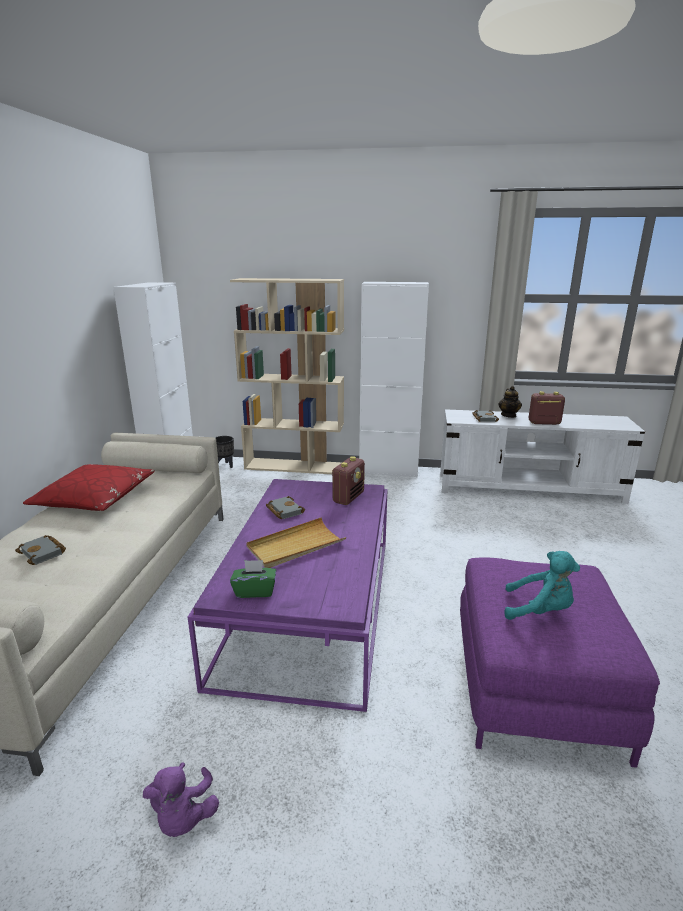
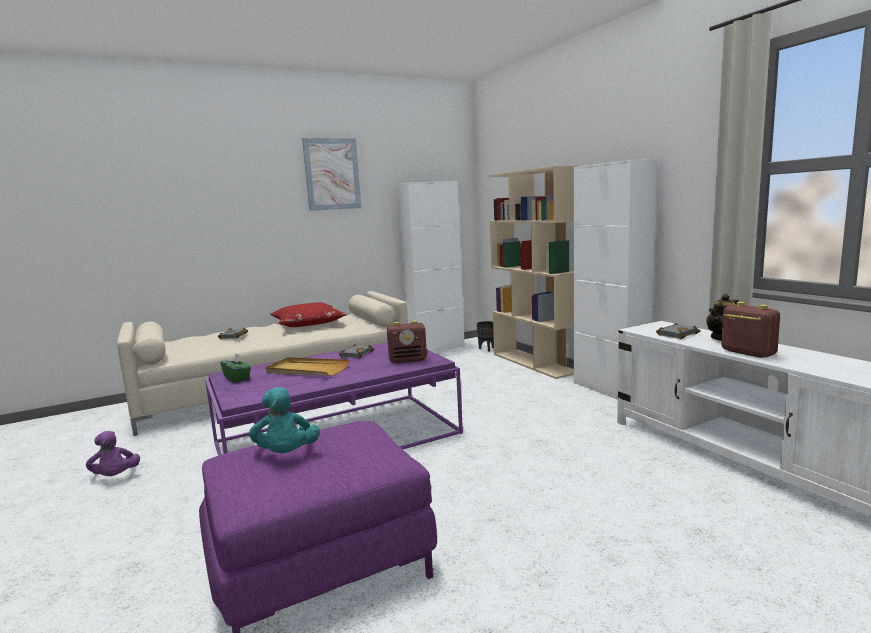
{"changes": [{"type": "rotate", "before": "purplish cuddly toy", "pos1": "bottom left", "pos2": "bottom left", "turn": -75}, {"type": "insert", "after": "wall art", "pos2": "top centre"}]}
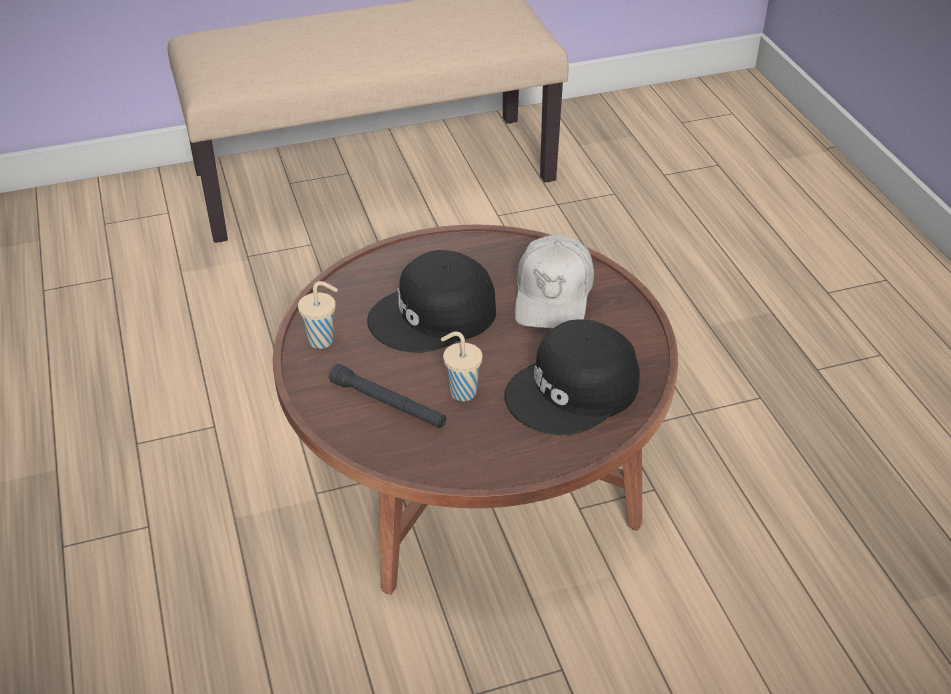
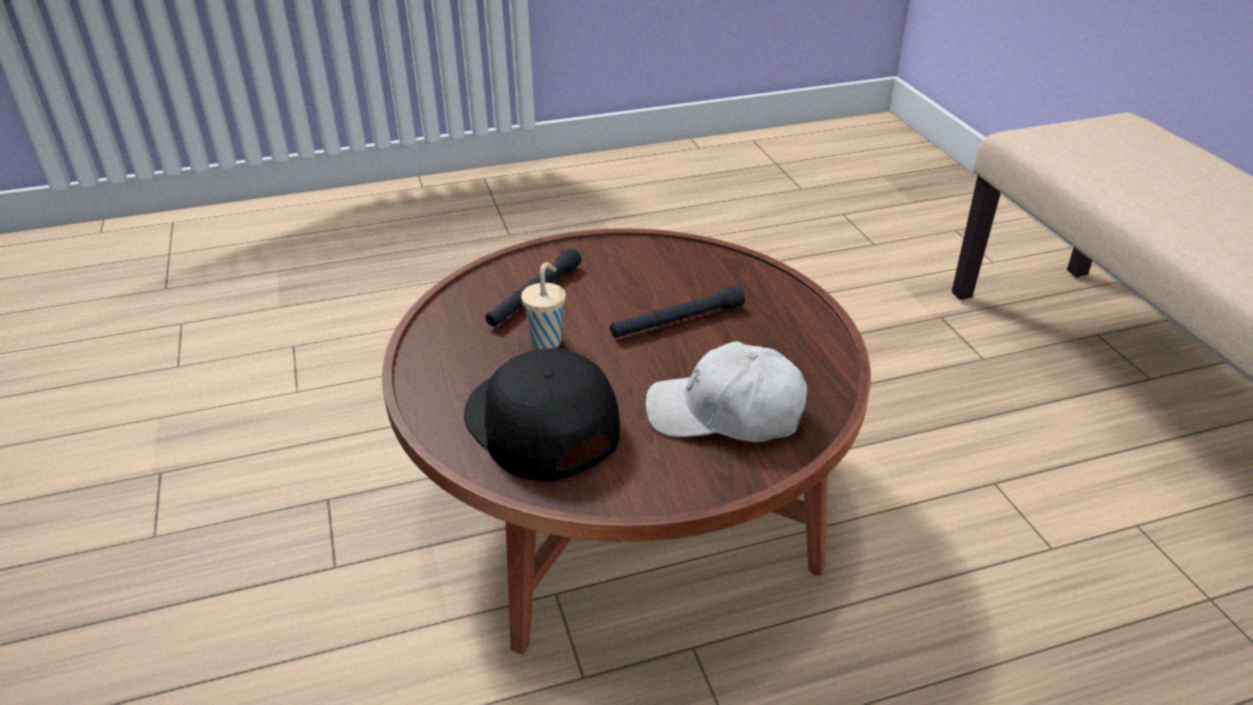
{"changes": [{"type": "replace", "before": "blackish cap (1st from left)", "after": "blackish torch (2nd from left)", "pos1": "centre", "pos2": "centre"}, {"type": "delete", "before": "beige drinking cup (1st from left)", "pos1": "centre"}]}
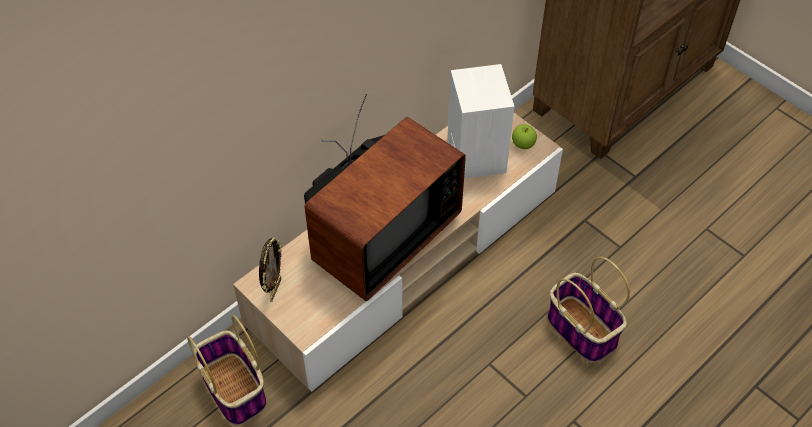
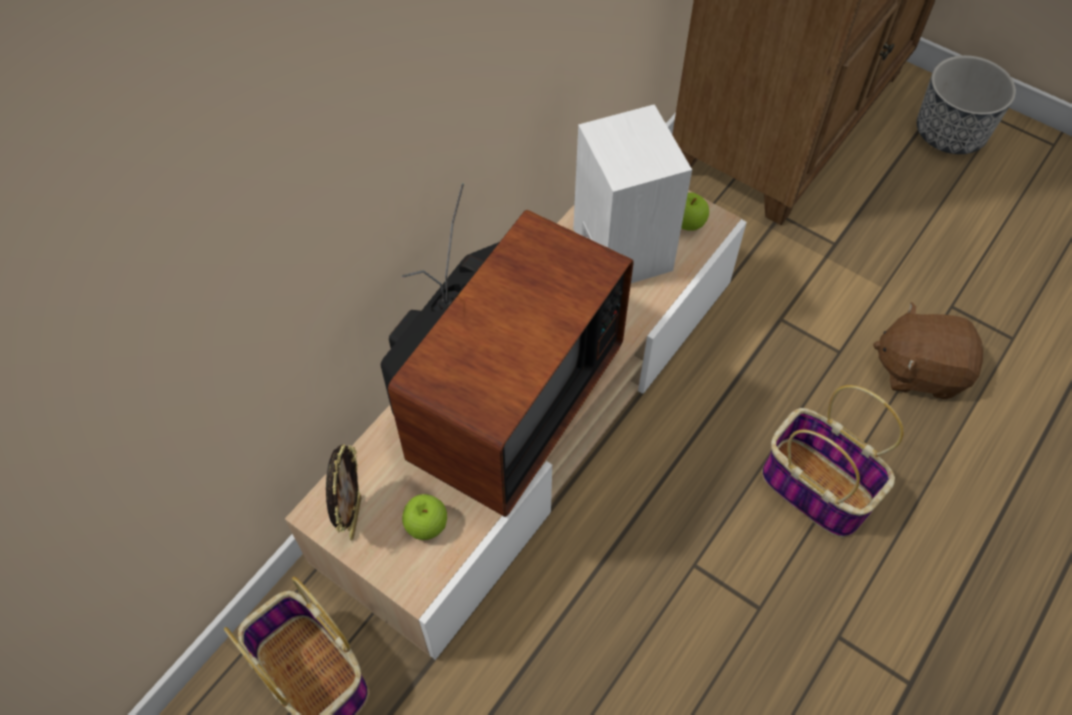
{"changes": [{"type": "insert", "after": "planter", "pos2": "top right"}, {"type": "insert", "after": "brown-coloured cuddly toy", "pos2": "middle right"}, {"type": "insert", "after": "whole apple (1st from left)", "pos2": "bottom centre"}]}
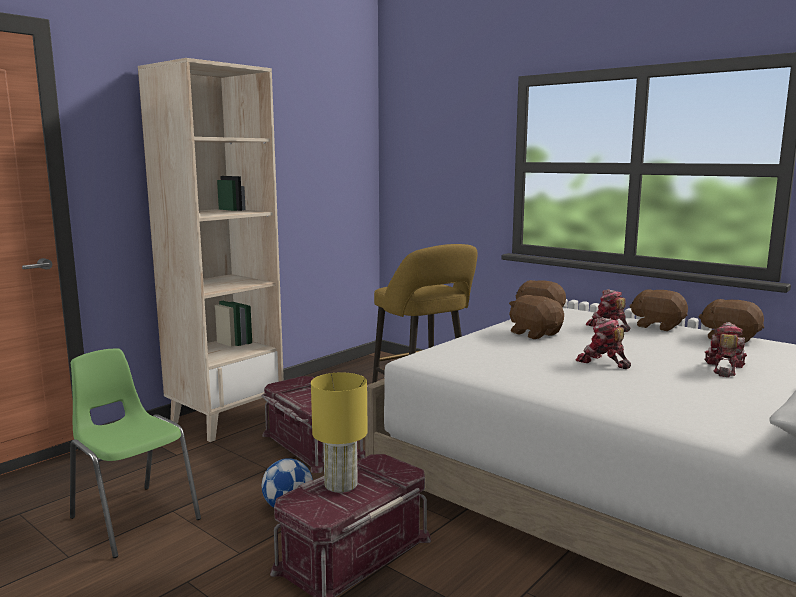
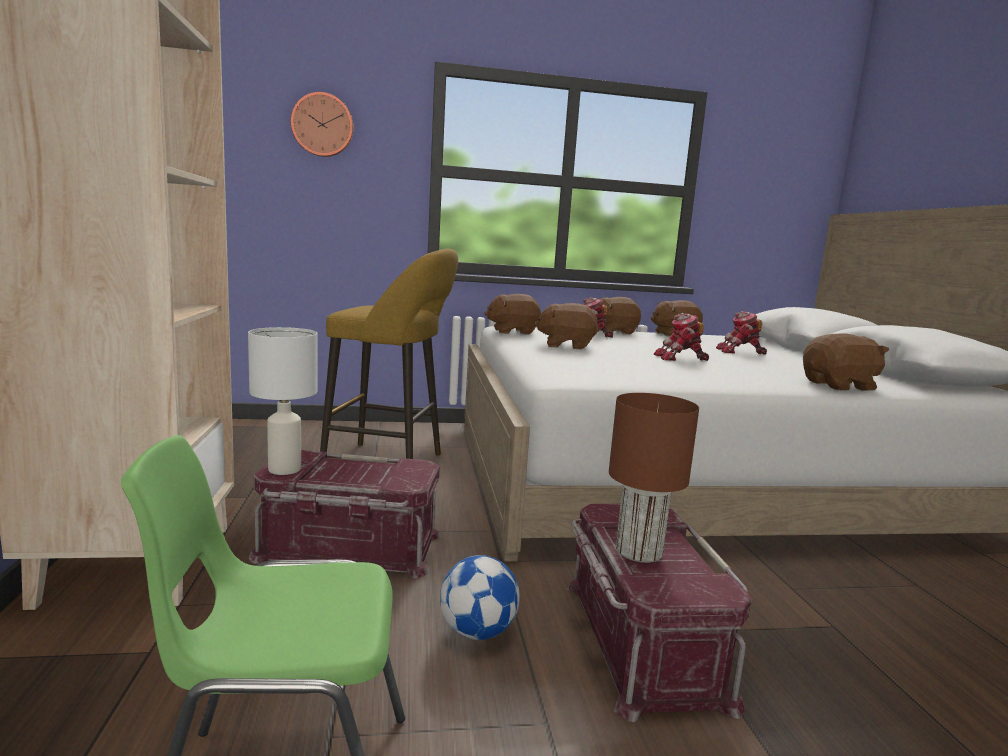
{"changes": [{"type": "rotate", "before": "robot figure (3rd from left)", "pos1": "middle right", "pos2": "middle right", "turn": -60}, {"type": "recolor", "before": "yellow-coloured tabletop lamp", "after": "brown-coloured tabletop lamp", "pos1": "bottom centre", "pos2": "centre"}, {"type": "insert", "after": "wall clock", "pos2": "top left"}, {"type": "insert", "after": "white tabletop lamp", "pos2": "middle left"}, {"type": "insert", "after": "brown-coloured cuddly toy (5th from left)", "pos2": "middle right"}]}
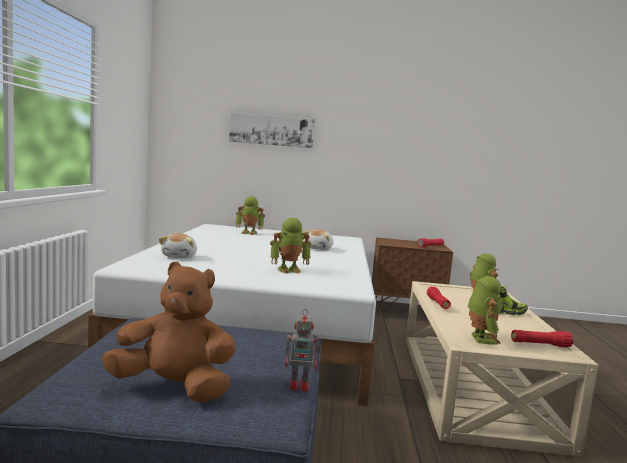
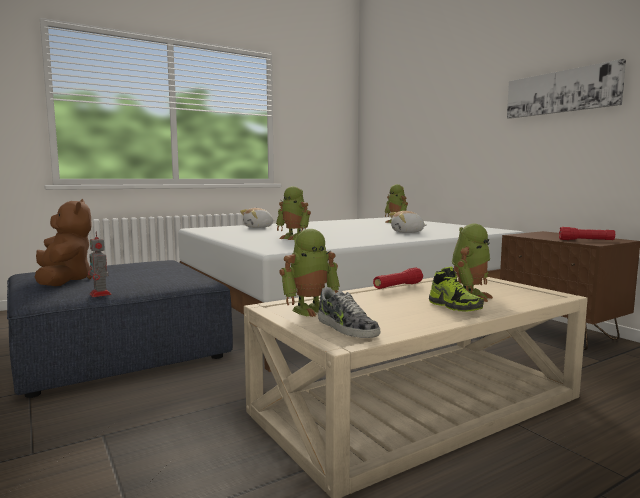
{"changes": [{"type": "move", "before": "wall art", "pos1": "top centre", "pos2": "top right"}, {"type": "replace", "before": "red-coloured torch (3rd from left)", "after": "shoe (1st from left)", "pos1": "bottom right", "pos2": "centre"}]}
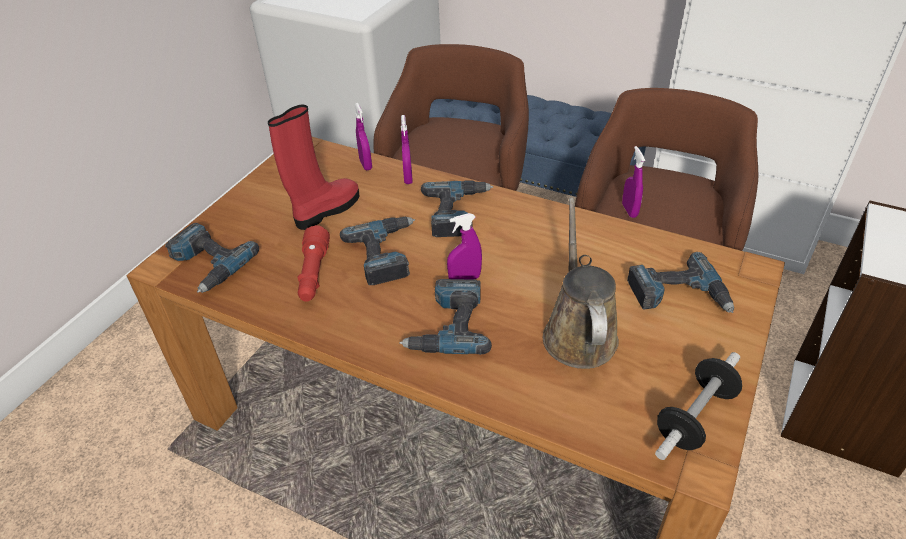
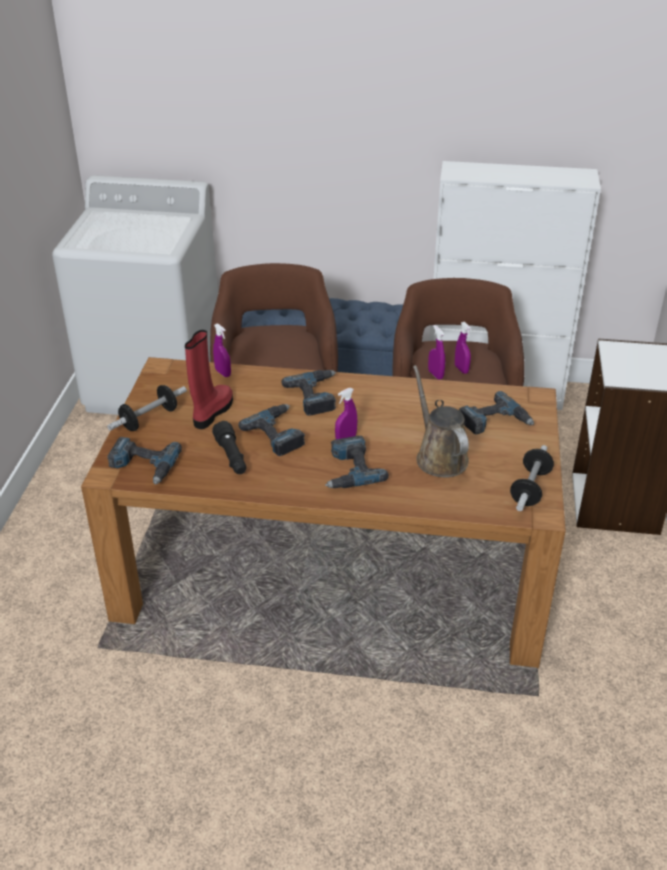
{"changes": [{"type": "move", "before": "purplish spray bottle (2nd from left in the first image)", "after": "purplish spray bottle (4th from left)", "pos1": "top centre", "pos2": "middle right"}, {"type": "recolor", "before": "red-coloured torch", "after": "blackish torch", "pos1": "centre", "pos2": "centre"}, {"type": "insert", "after": "free weight (1st from left)", "pos2": "middle left"}]}
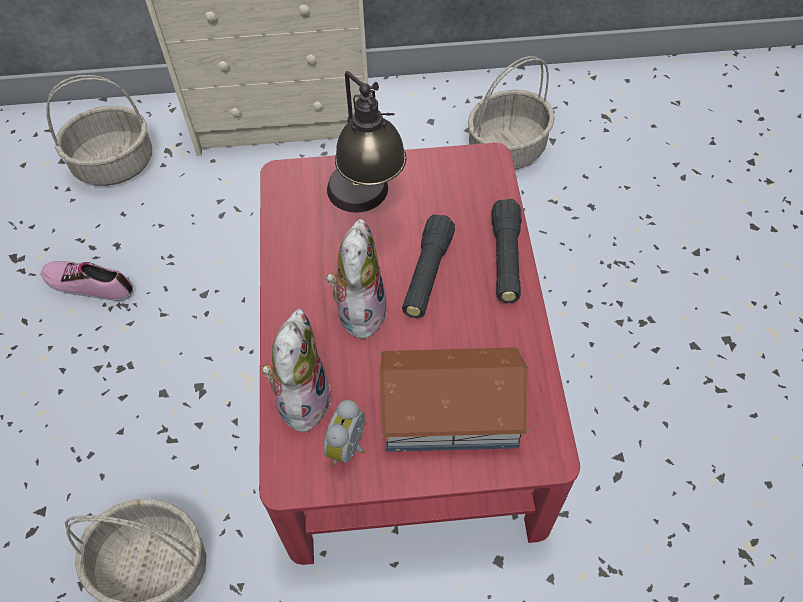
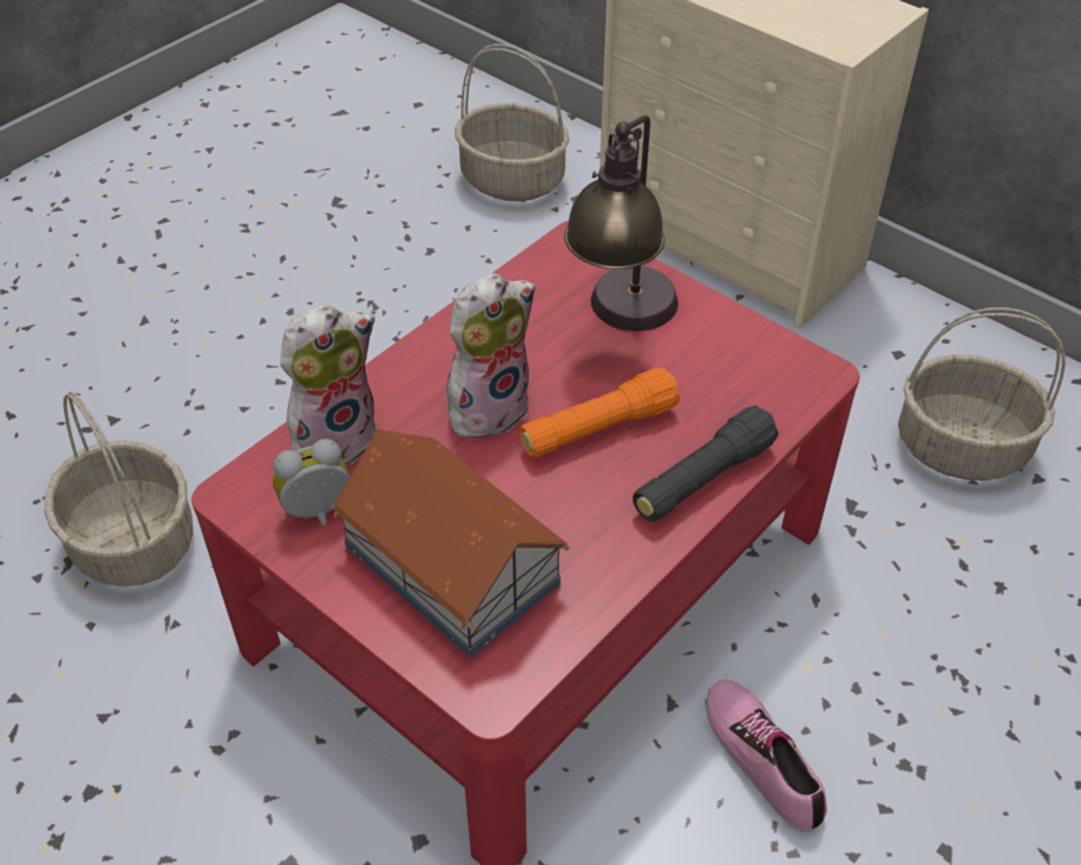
{"changes": [{"type": "recolor", "before": "blackish torch (1st from left)", "after": "orangey torch", "pos1": "centre", "pos2": "centre"}, {"type": "move", "before": "shoe", "pos1": "middle left", "pos2": "bottom right"}]}
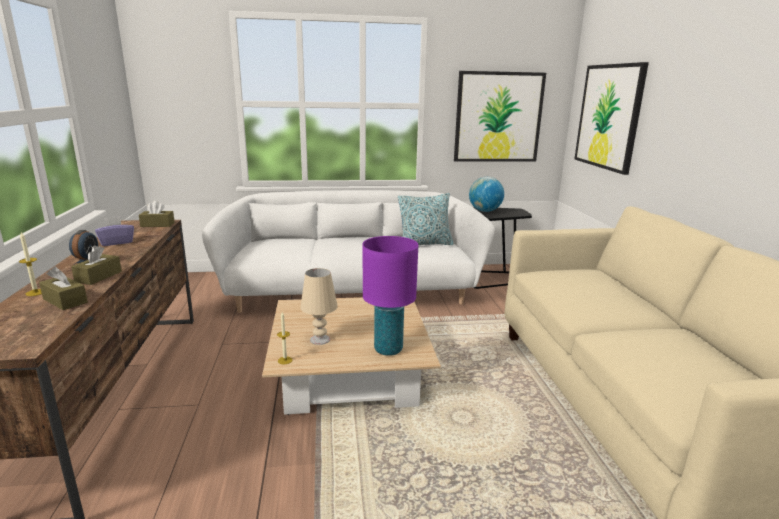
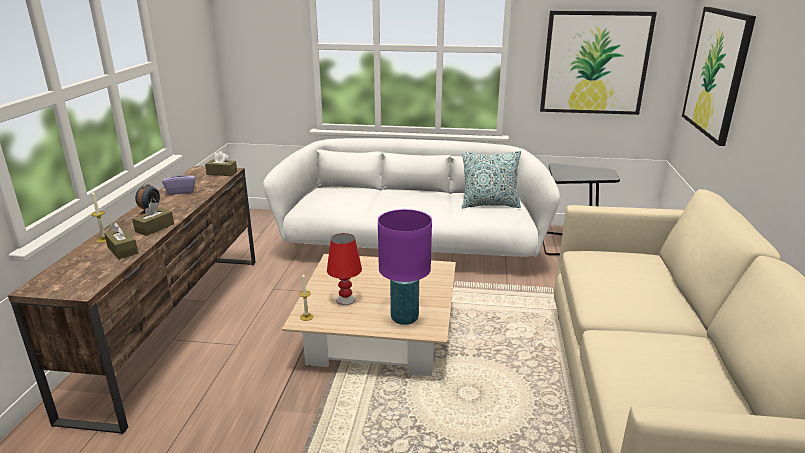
{"changes": [{"type": "delete", "before": "world globe", "pos1": "centre"}, {"type": "recolor", "before": "beige tabletop lamp", "after": "red-coloured tabletop lamp", "pos1": "centre", "pos2": "centre"}]}
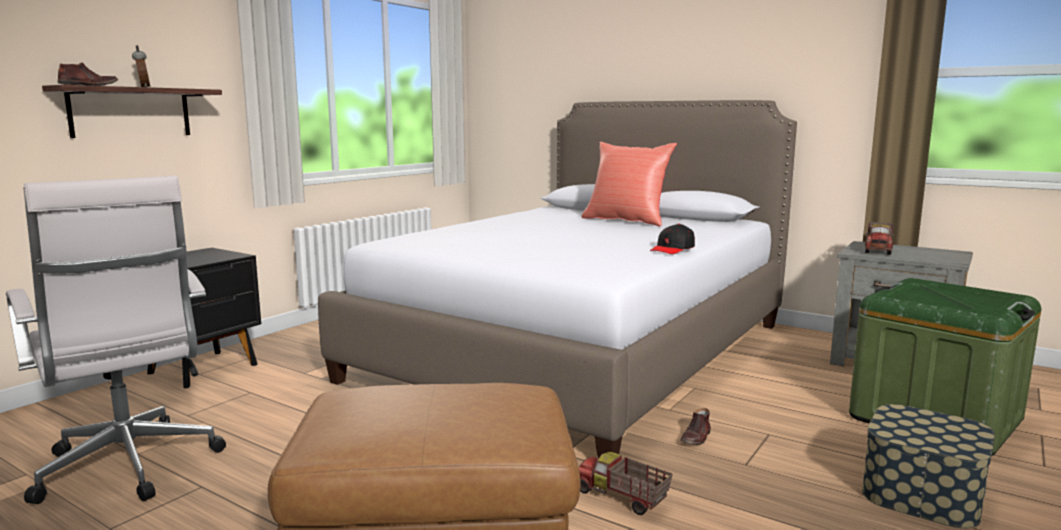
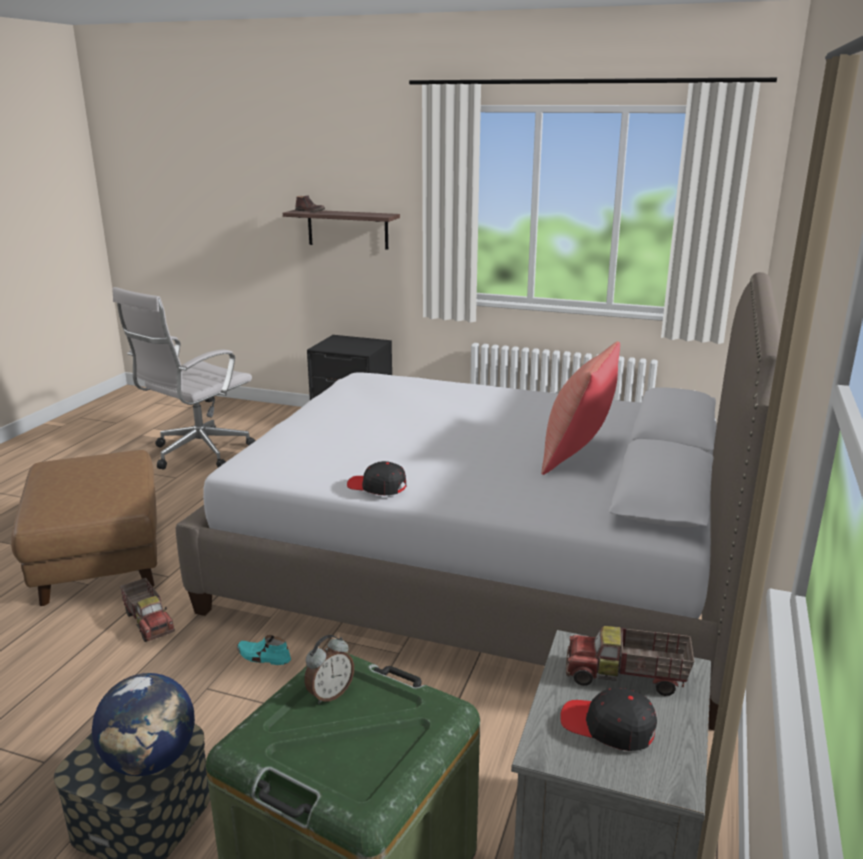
{"changes": [{"type": "move", "before": "alarm clock", "pos1": "top left", "pos2": "bottom centre"}, {"type": "recolor", "before": "brown-coloured shoe (2nd from left)", "after": "blue-green shoe", "pos1": "bottom centre", "pos2": "bottom left"}, {"type": "rotate", "before": "toy truck (1st from left)", "pos1": "bottom centre", "pos2": "bottom left", "turn": 120}, {"type": "insert", "after": "world globe", "pos2": "bottom left"}, {"type": "insert", "after": "blackish cap (2nd from left)", "pos2": "bottom right"}]}
